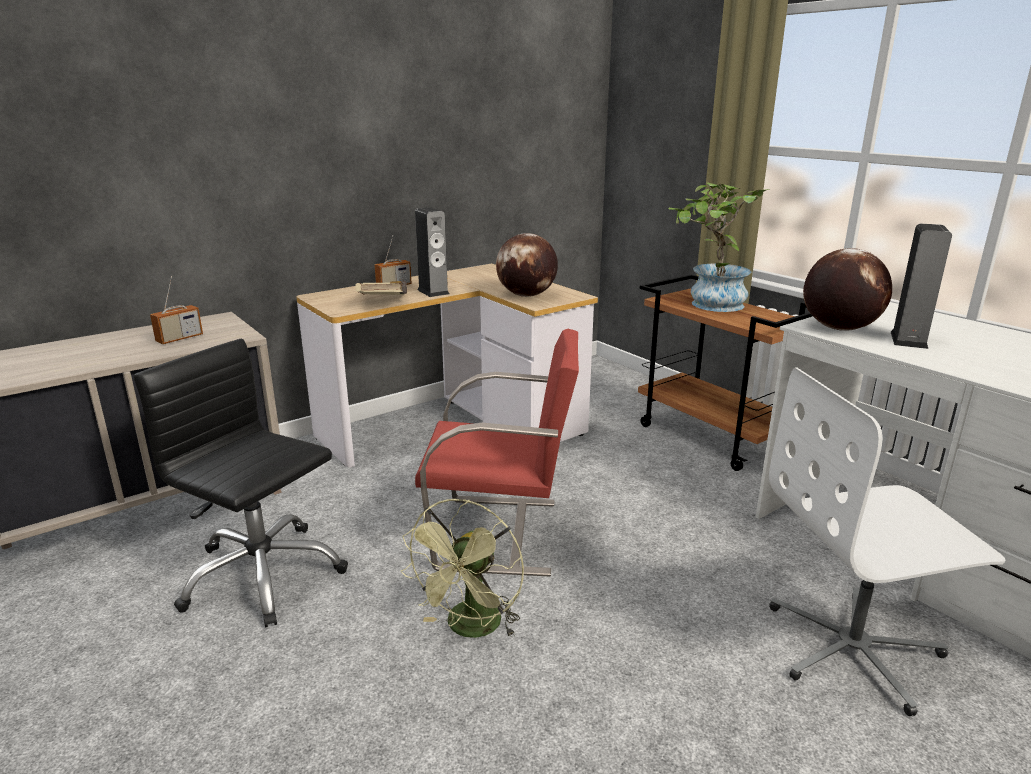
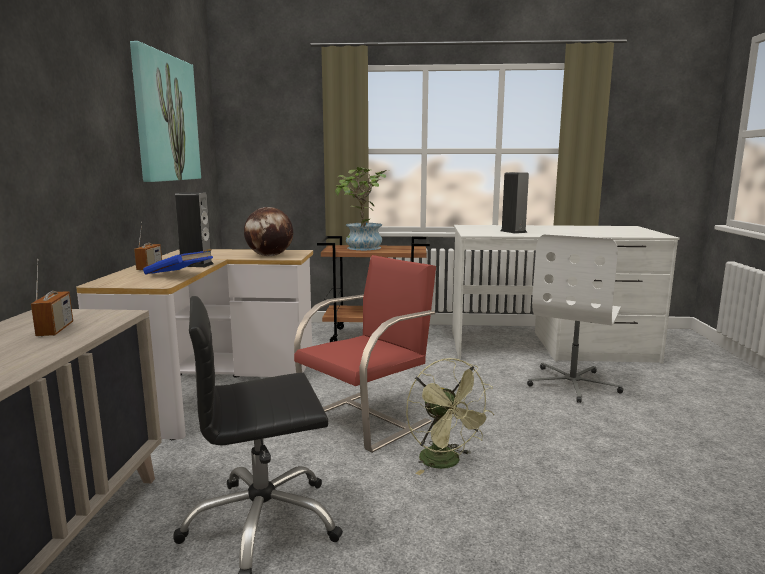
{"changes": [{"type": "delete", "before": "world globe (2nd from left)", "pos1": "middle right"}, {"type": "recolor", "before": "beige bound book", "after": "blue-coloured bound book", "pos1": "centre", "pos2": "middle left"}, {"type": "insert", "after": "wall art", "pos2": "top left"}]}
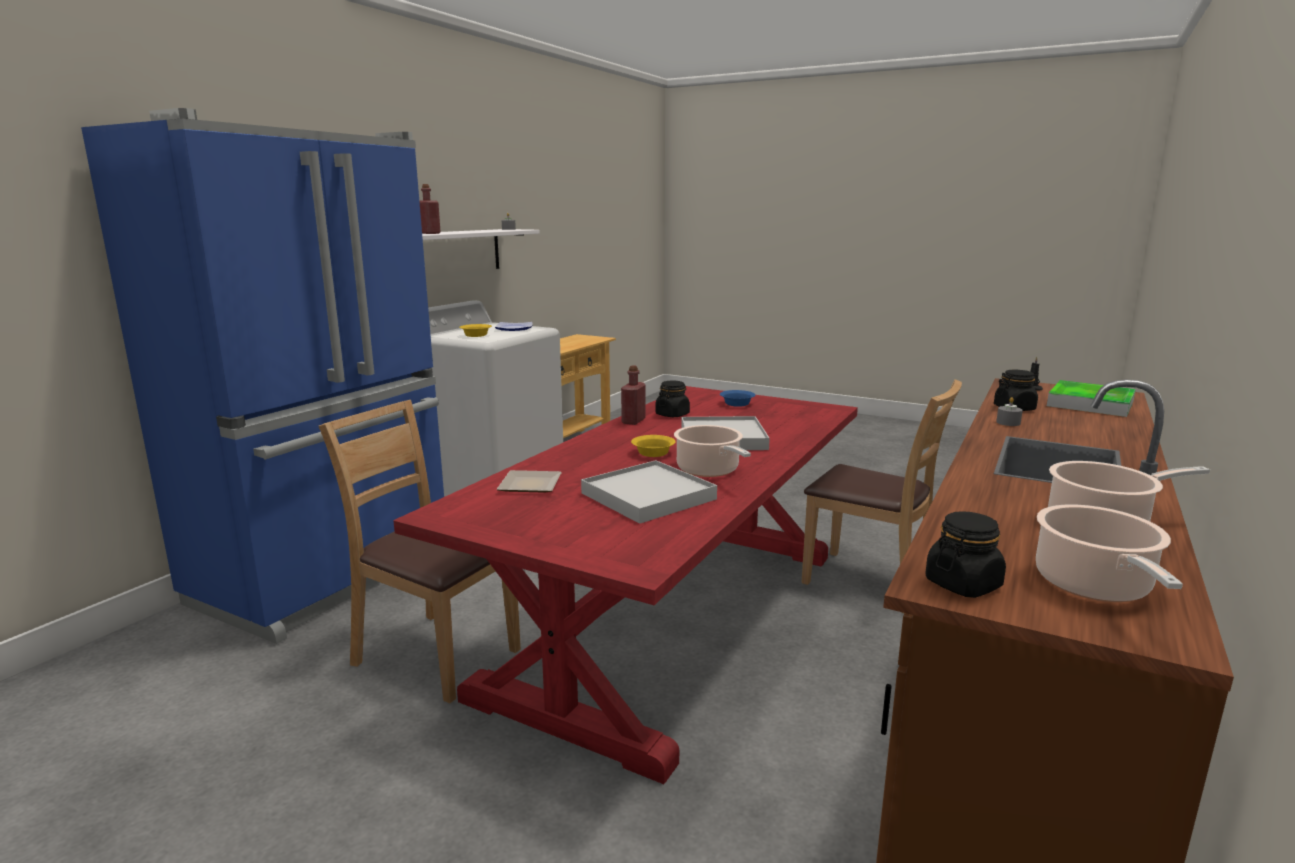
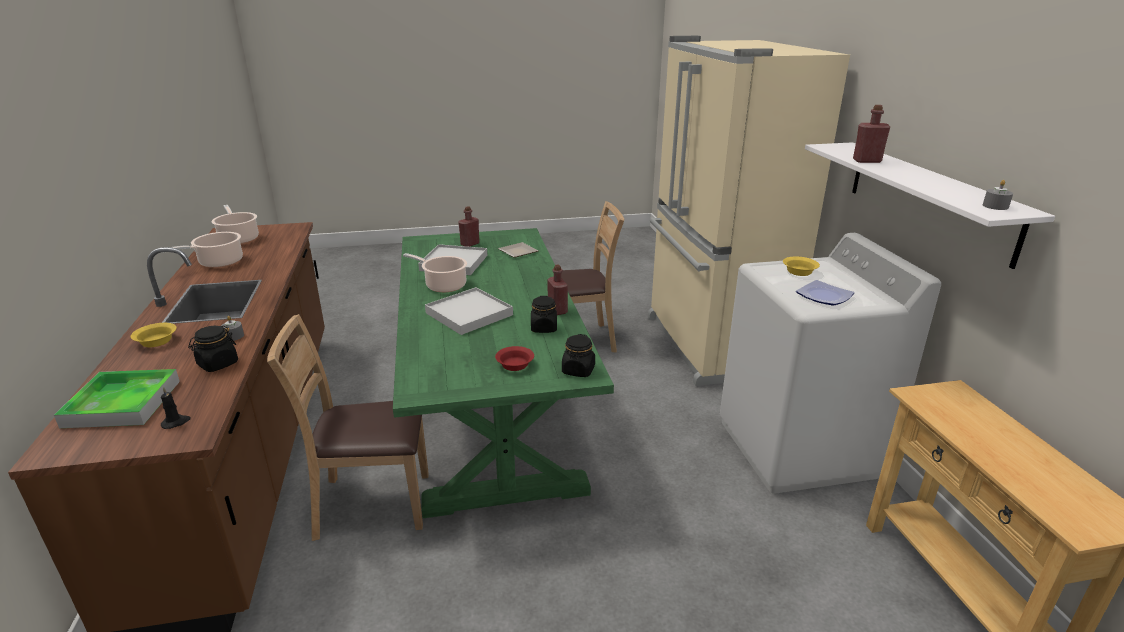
{"changes": [{"type": "recolor", "before": "blue-coloured fridge", "after": "beige fridge", "pos1": "middle left", "pos2": "centre"}, {"type": "recolor", "before": "red-coloured dinner table", "after": "green dinner table", "pos1": "bottom centre", "pos2": "centre"}, {"type": "recolor", "before": "blue-coloured bowl", "after": "red-coloured bowl", "pos1": "centre", "pos2": "centre"}, {"type": "move", "before": "yellow-coloured bowl (2nd from left in the first image)", "after": "yellow-coloured bowl (1st from left)", "pos1": "centre", "pos2": "middle left"}, {"type": "move", "before": "blackish jar (2nd from left in the first image)", "after": "blackish jar (3rd from left)", "pos1": "middle right", "pos2": "centre"}, {"type": "insert", "after": "red-coloured beverage bottle (1st from left)", "pos2": "centre"}]}
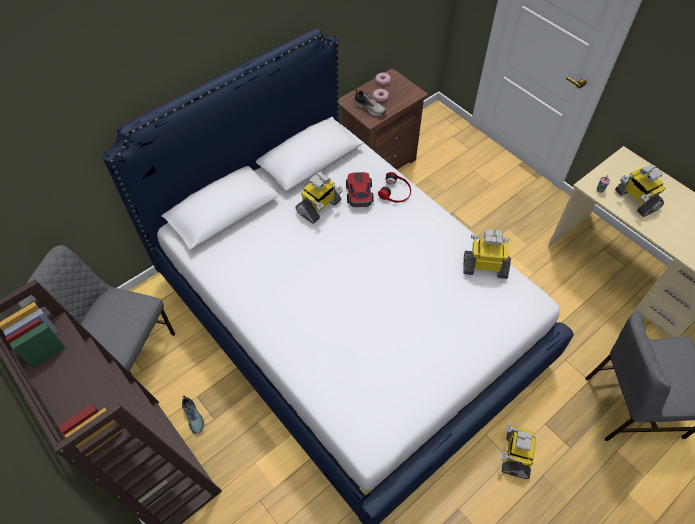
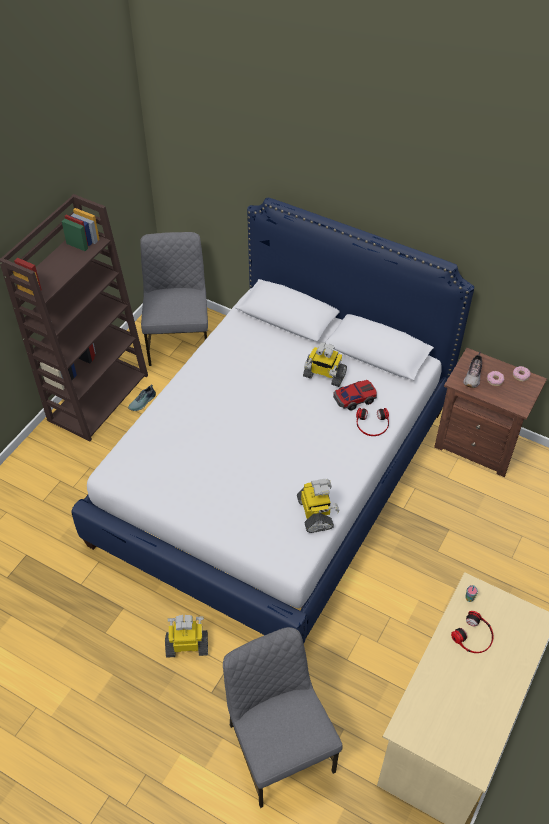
{"changes": [{"type": "replace", "before": "robot figure (4th from left)", "after": "headphones (2nd from left)", "pos1": "middle right", "pos2": "bottom right"}]}
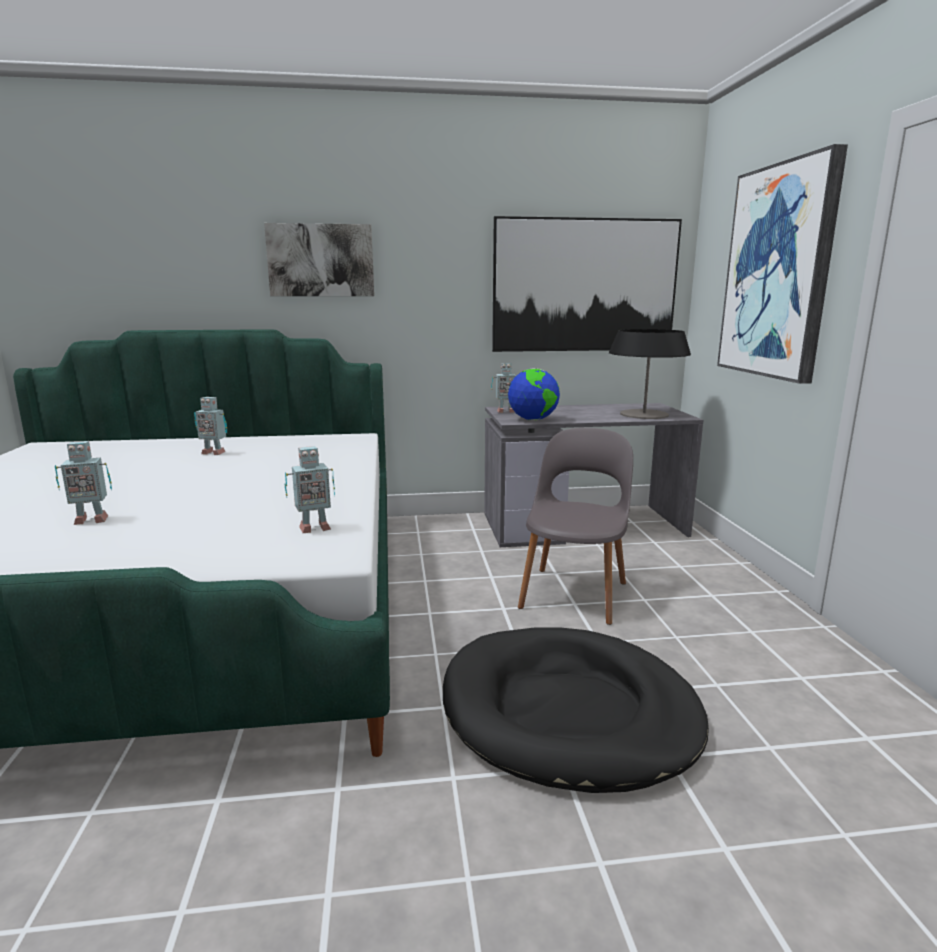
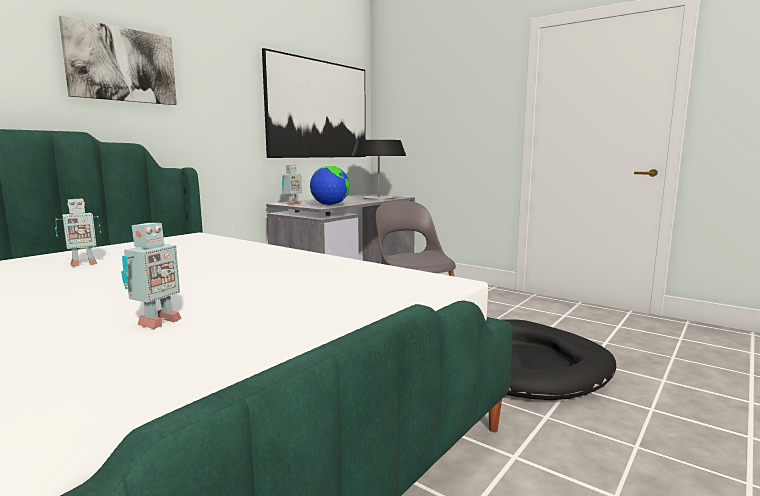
{"changes": [{"type": "delete", "before": "wall art (3rd from left)", "pos1": "top right"}, {"type": "delete", "before": "robot figure (3rd from left)", "pos1": "middle left"}]}
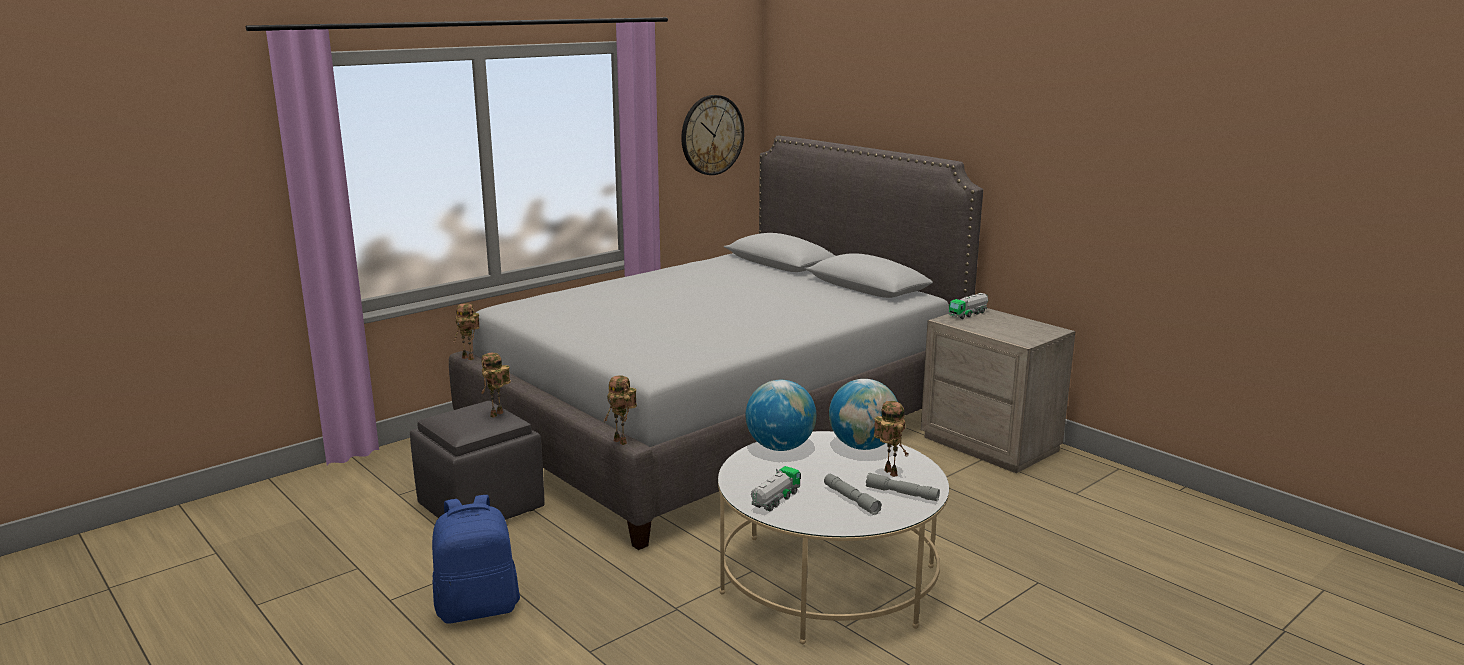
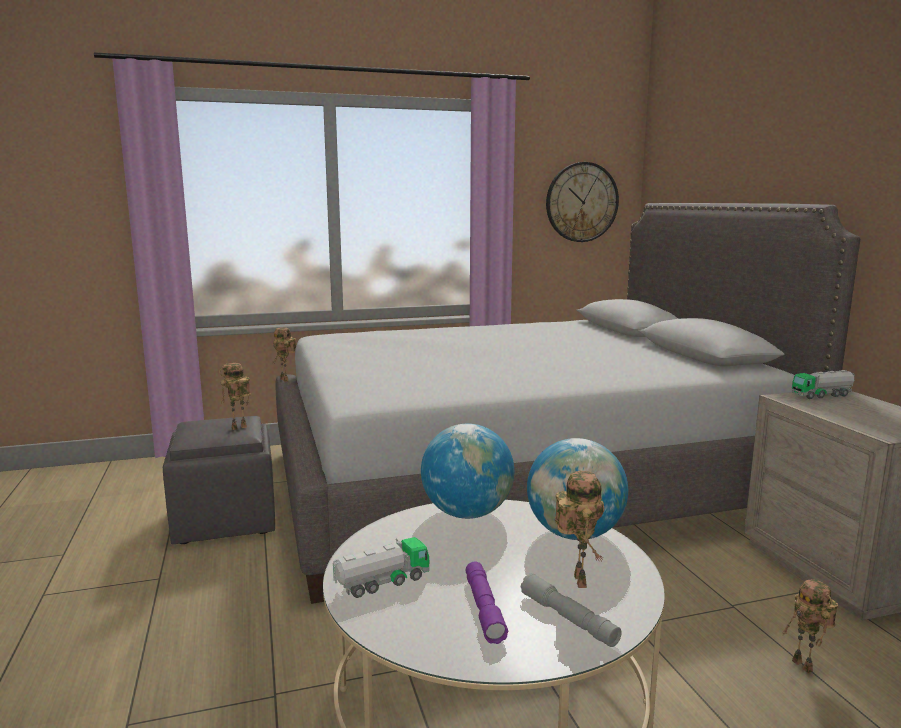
{"changes": [{"type": "move", "before": "robot figure (3rd from left in the first image)", "after": "robot figure (4th from left)", "pos1": "centre", "pos2": "bottom right"}, {"type": "recolor", "before": "grey torch (1st from left)", "after": "purplish torch", "pos1": "bottom centre", "pos2": "bottom centre"}, {"type": "delete", "before": "blue-coloured backpack", "pos1": "bottom left"}]}
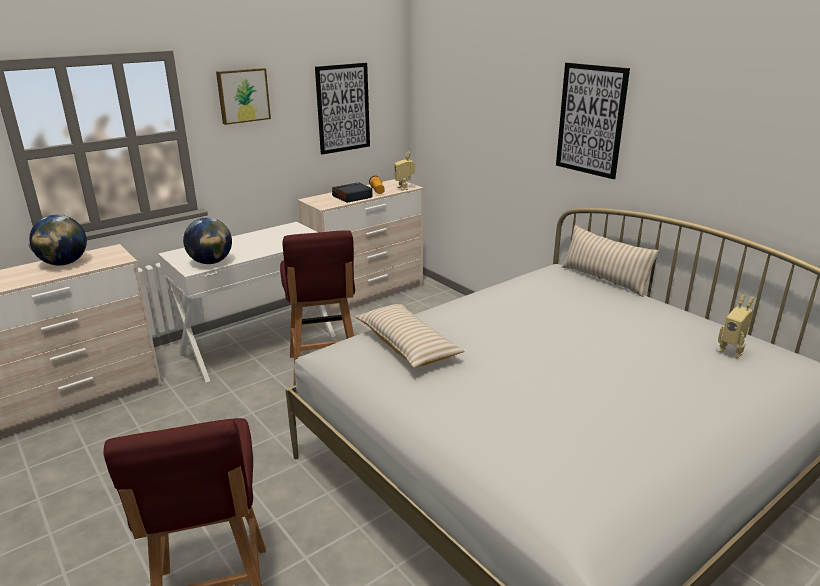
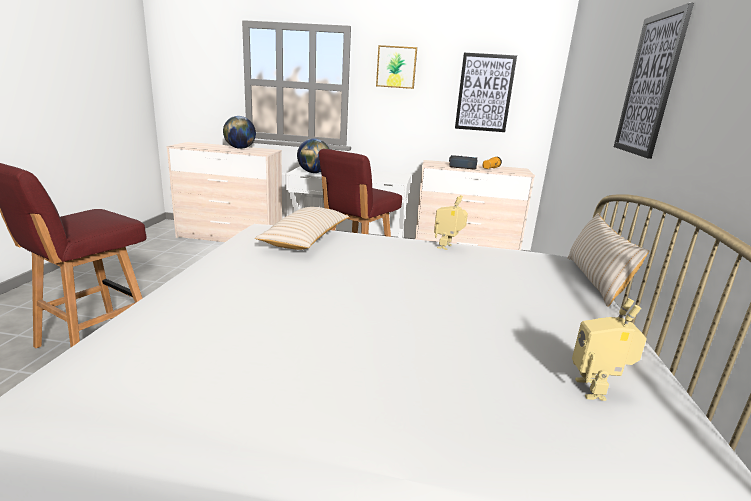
{"changes": [{"type": "move", "before": "robot figure (1st from left)", "pos1": "top centre", "pos2": "centre"}]}
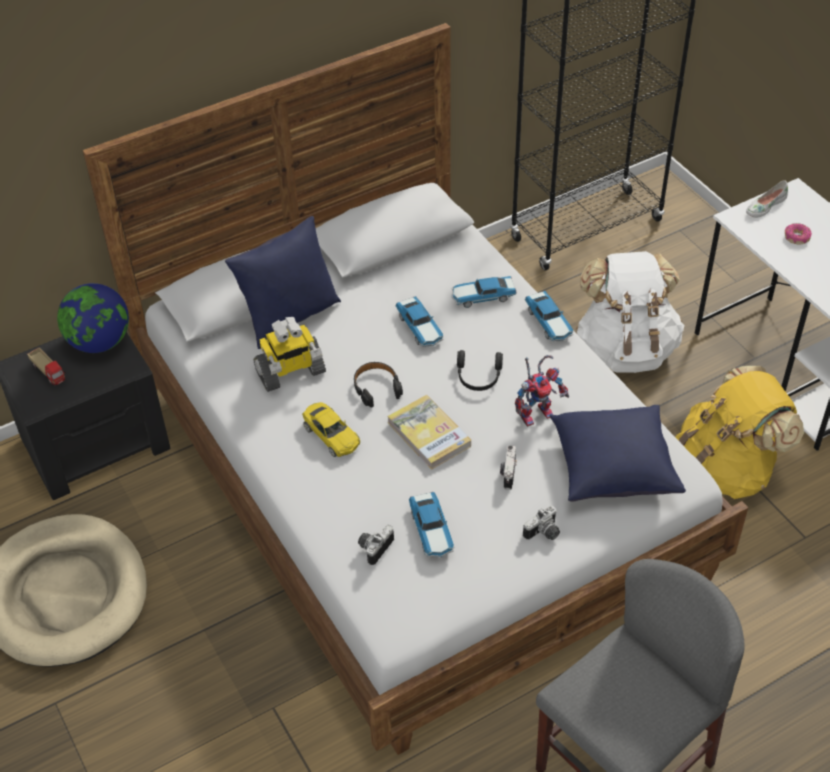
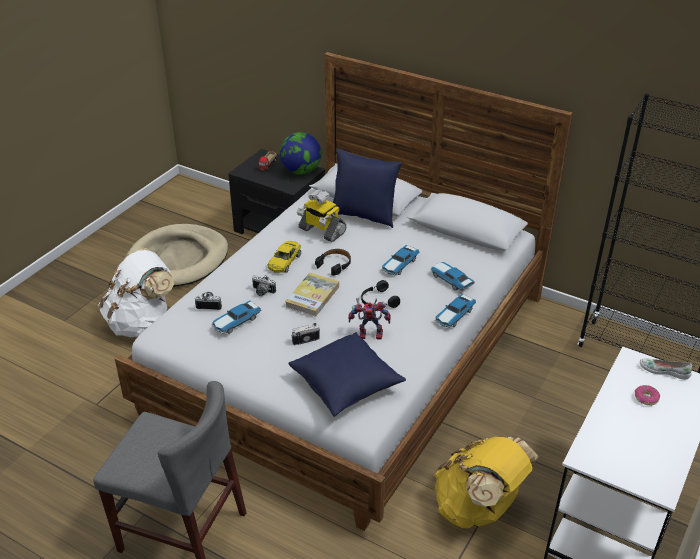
{"changes": [{"type": "move", "before": "white backpack", "pos1": "middle right", "pos2": "middle left"}, {"type": "rotate", "before": "robot figure (2nd from left)", "pos1": "centre", "pos2": "centre", "turn": 150}, {"type": "move", "before": "still camera (3rd from left in the first image)", "after": "still camera (2nd from left)", "pos1": "bottom centre", "pos2": "centre"}]}
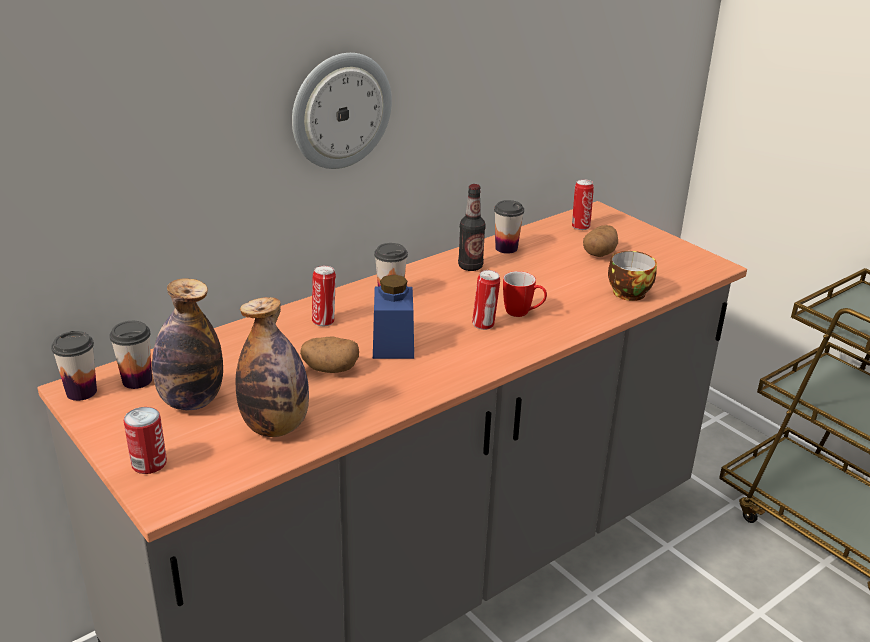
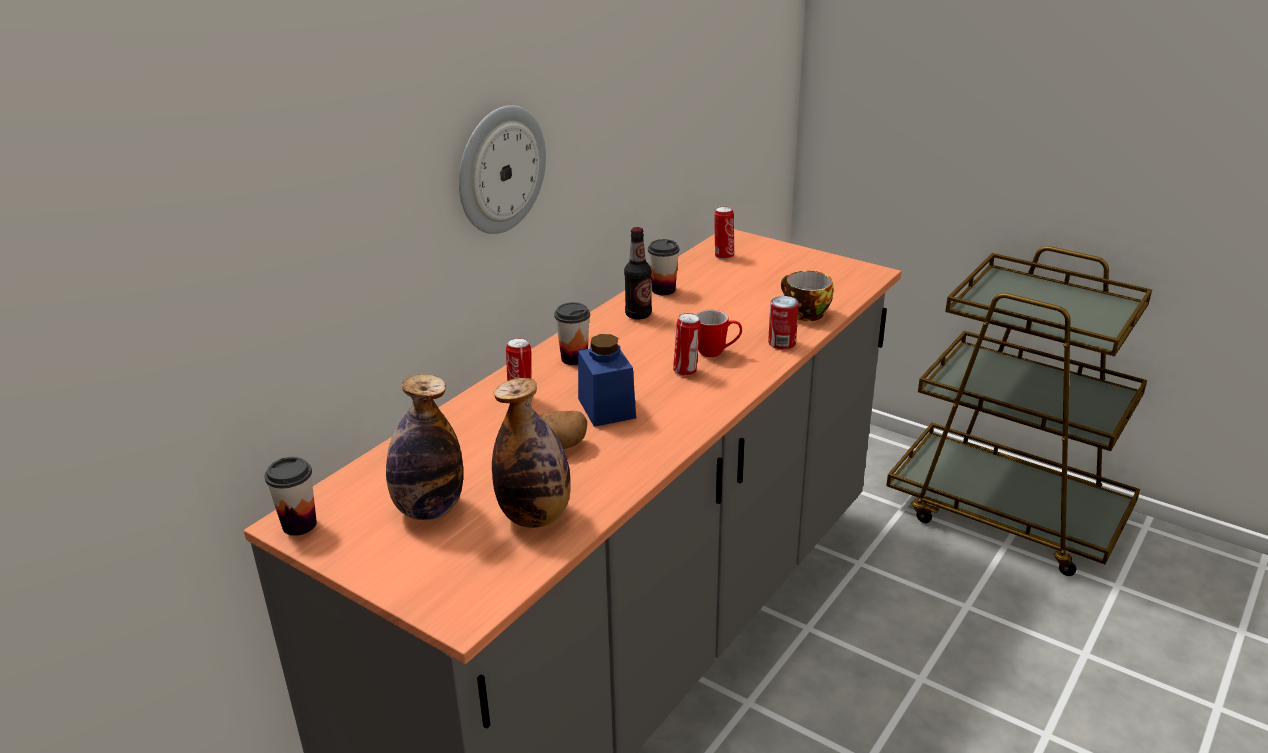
{"changes": [{"type": "delete", "before": "spud (2nd from left)", "pos1": "middle right"}, {"type": "delete", "before": "drinking cup (2nd from left)", "pos1": "middle left"}, {"type": "move", "before": "can (1st from left in the first image)", "after": "can (4th from left)", "pos1": "bottom left", "pos2": "centre"}]}
